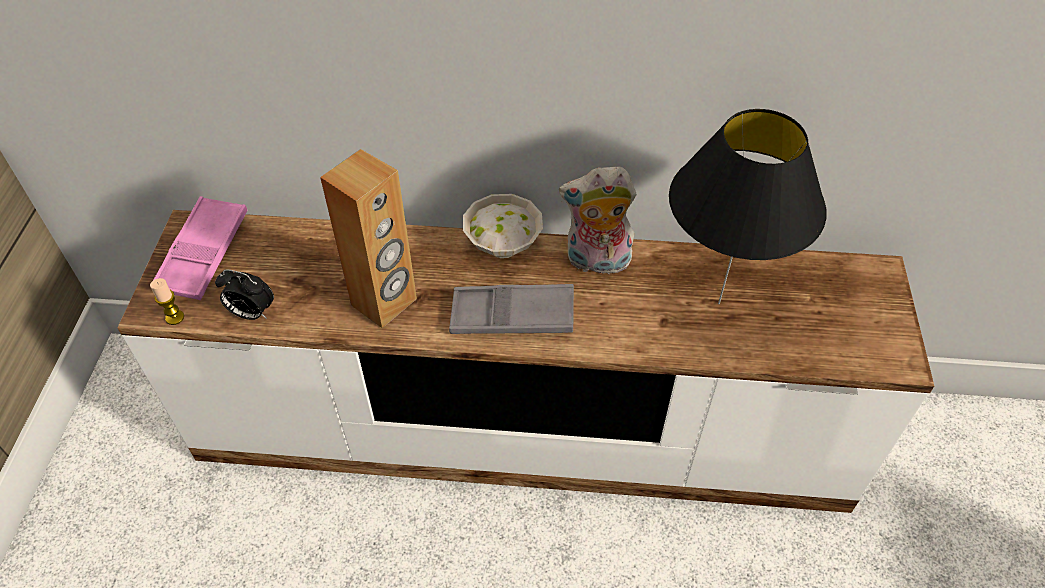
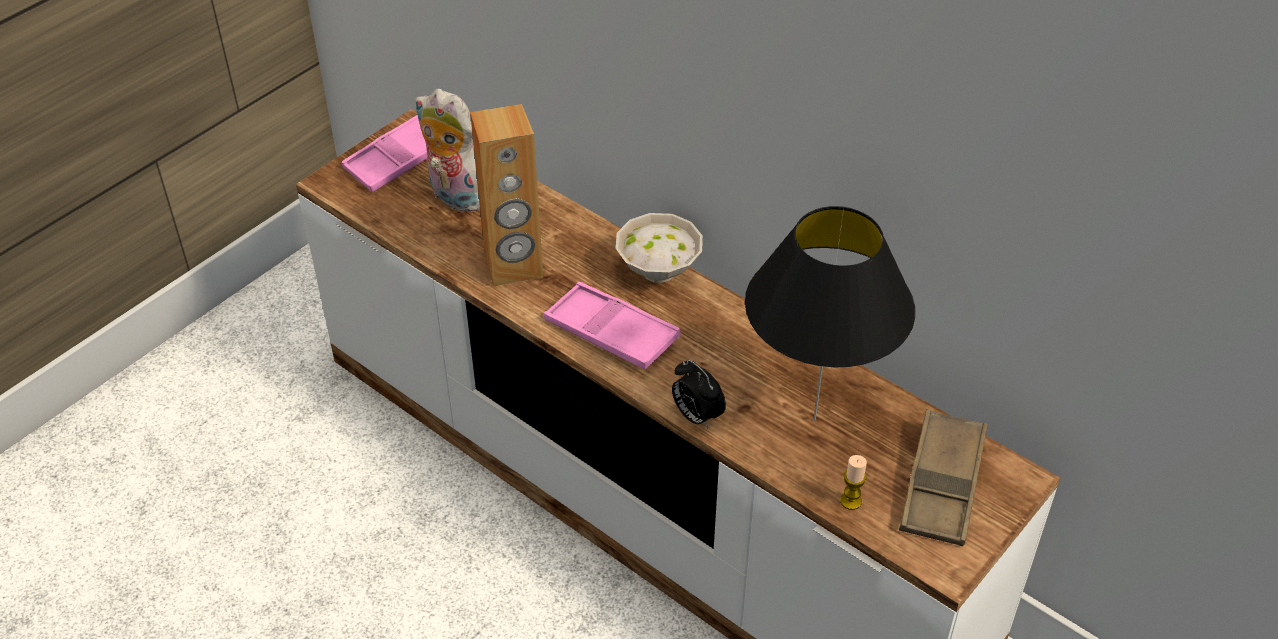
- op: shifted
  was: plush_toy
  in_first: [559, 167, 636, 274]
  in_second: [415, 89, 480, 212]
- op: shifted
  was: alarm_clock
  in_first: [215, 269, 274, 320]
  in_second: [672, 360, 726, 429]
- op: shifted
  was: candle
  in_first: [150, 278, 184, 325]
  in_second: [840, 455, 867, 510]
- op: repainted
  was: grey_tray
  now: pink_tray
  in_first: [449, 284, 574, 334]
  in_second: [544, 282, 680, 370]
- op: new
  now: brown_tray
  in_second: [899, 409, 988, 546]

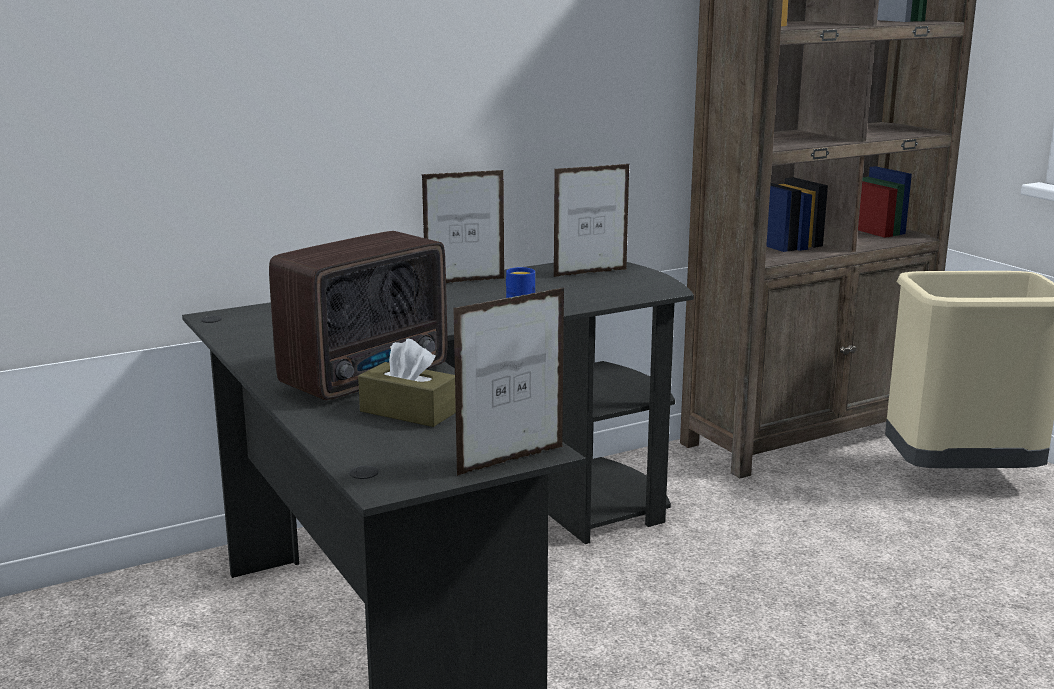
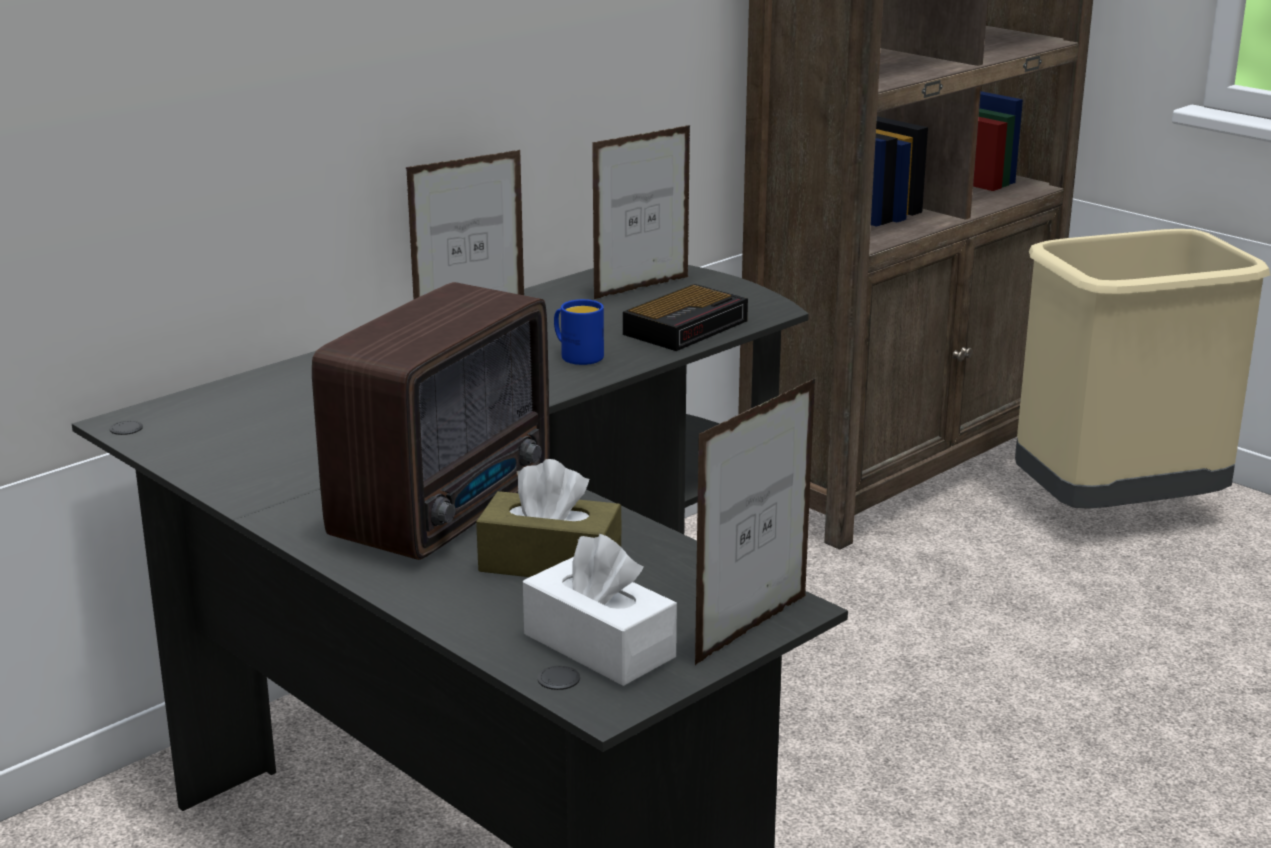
- op: new
  now: alarm_clock
  in_second: [623, 284, 748, 351]
- op: new
  now: white_tissue_box
  in_second: [523, 534, 677, 686]

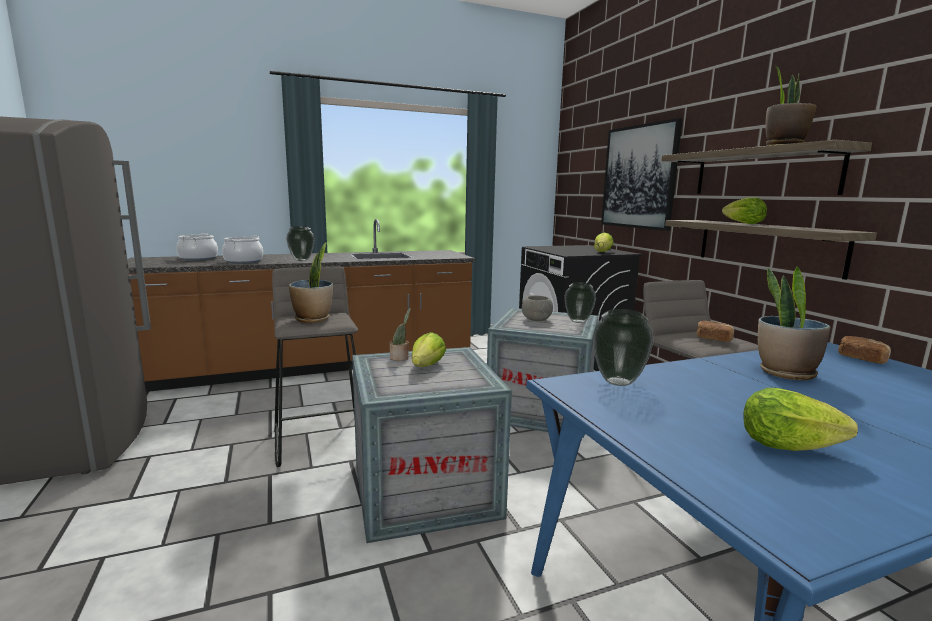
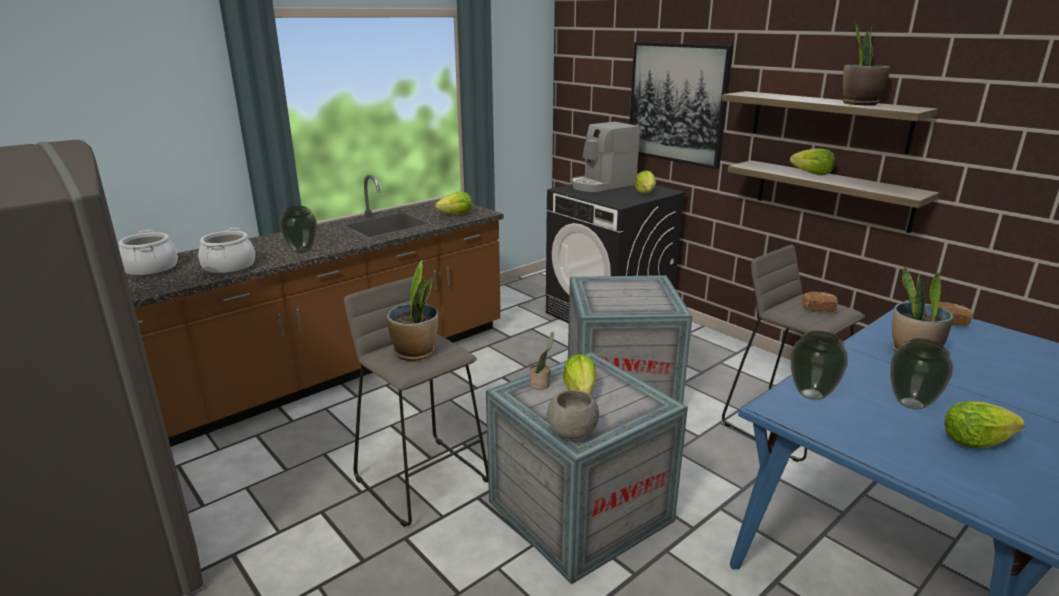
- op: shifted
  was: vase
  in_first: [564, 282, 596, 323]
  in_second: [890, 338, 953, 409]
- op: shifted
  was: grey_bowl
  in_first: [522, 295, 553, 321]
  in_second: [547, 390, 599, 439]
- op: new
  now: coffee_machine
  in_second: [572, 122, 640, 192]
- op: new
  now: lettuce
  in_second: [435, 192, 472, 214]

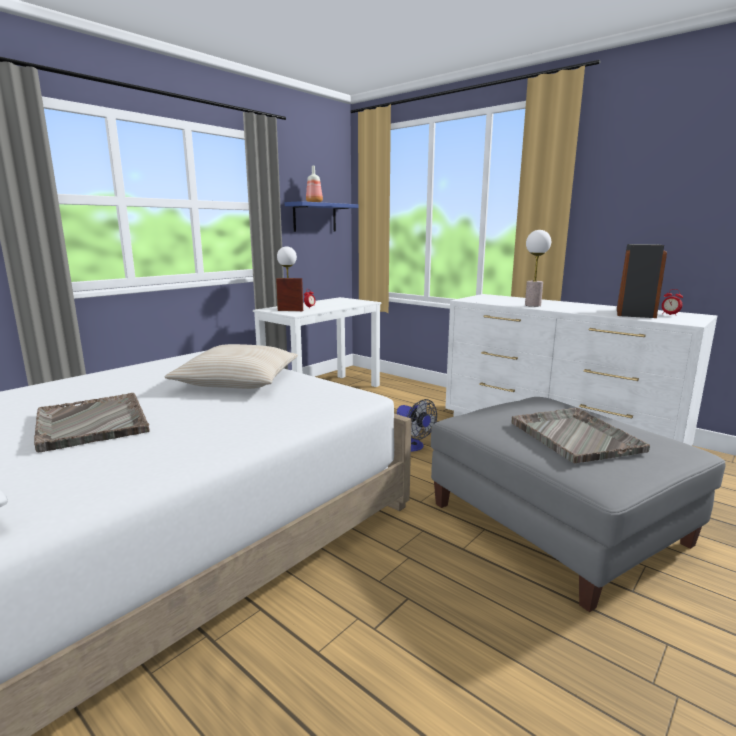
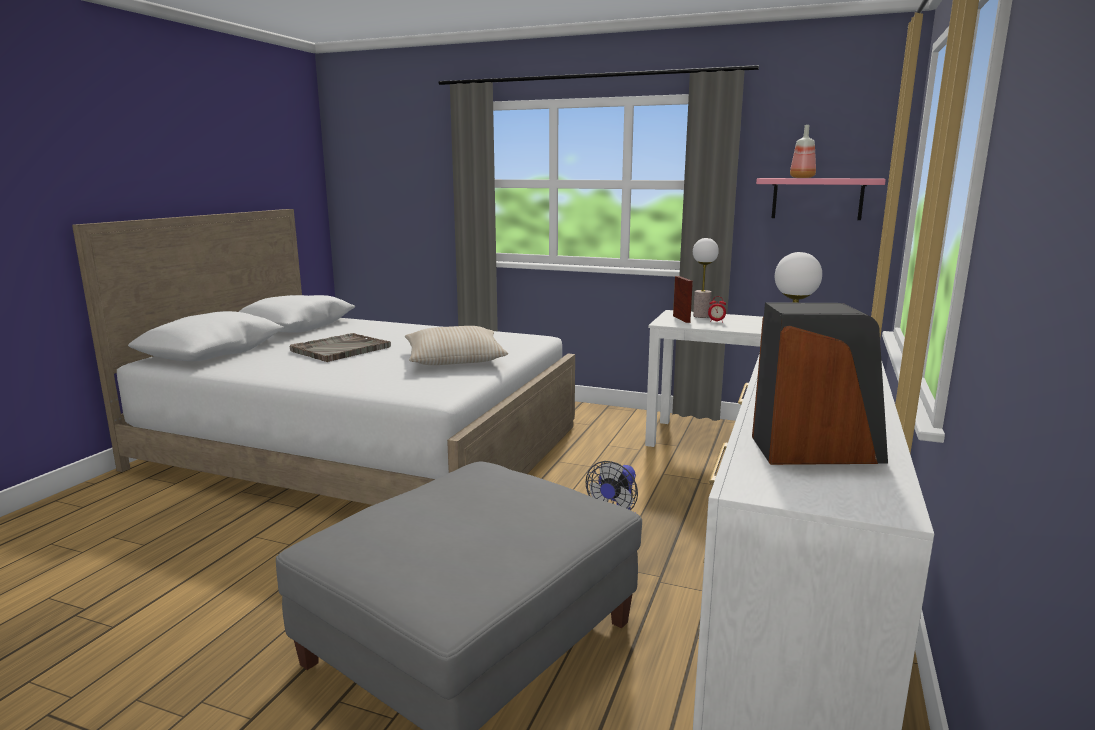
- op: repainted
  was: blue_shelf
  now: pink_shelf
  in_first: [285, 201, 358, 232]
  in_second: [756, 178, 886, 220]
- op: gone
  was: alarm_clock
  in_first: [662, 289, 683, 316]
- op: gone
  was: grey_tray
  in_first: [512, 408, 650, 463]

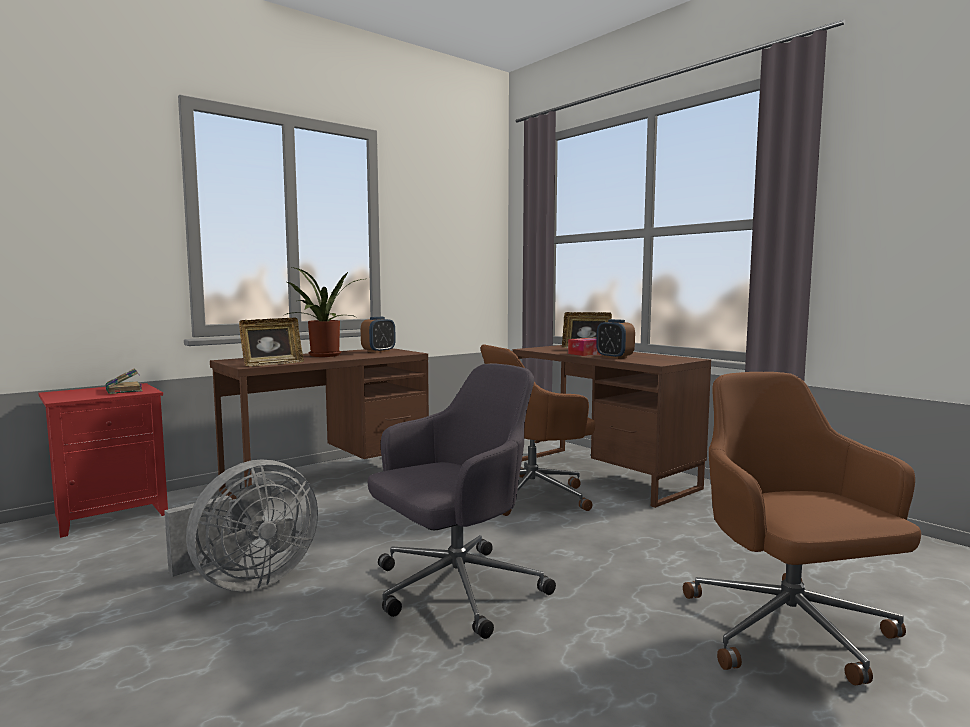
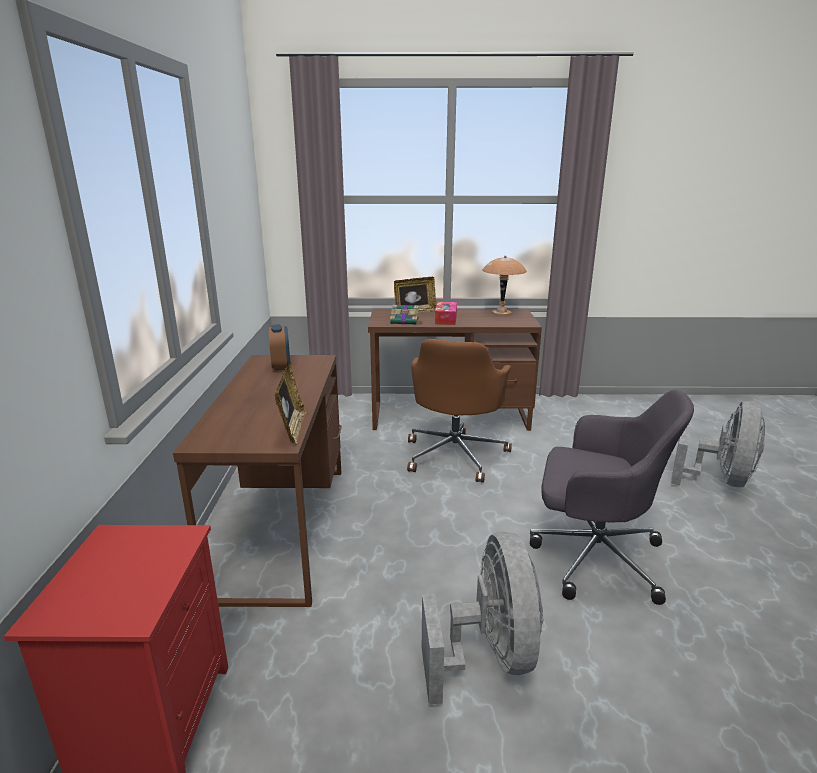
- op: gone
  was: potted_plant
  in_first: [285, 267, 363, 357]
- op: gone
  was: alarm_clock
  in_first: [596, 319, 635, 359]
- op: rotated
  was: grey_office_chair
  in_first: [368, 364, 556, 639]
  in_second: [530, 390, 694, 605]
  clockwise: 105
- op: shifted
  was: book
  in_first: [105, 368, 143, 394]
  in_second: [390, 305, 423, 325]
- op: swapped
  was: brown_office_chair
  now: grey_fan
  in_first: [683, 372, 921, 685]
  in_second: [671, 401, 765, 487]
- op: new
  now: brown_table_lamp
  in_second: [482, 256, 527, 315]

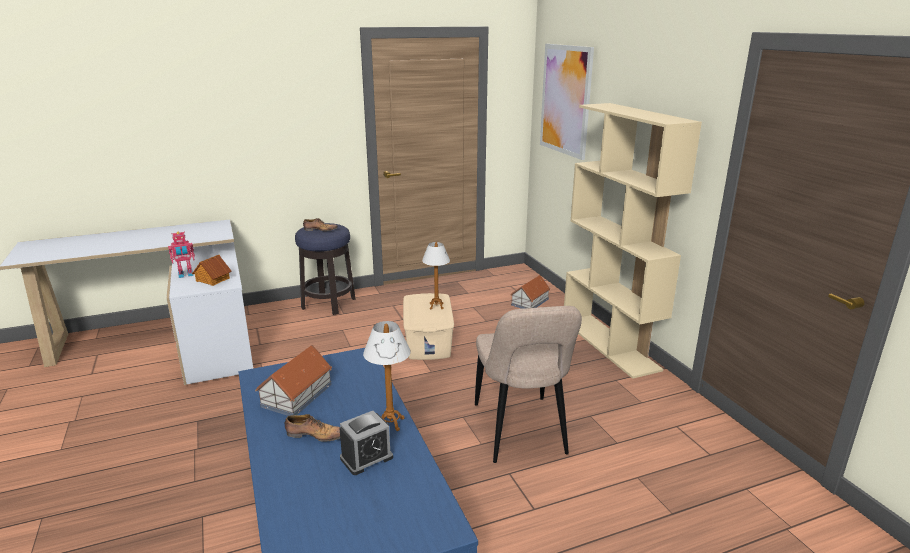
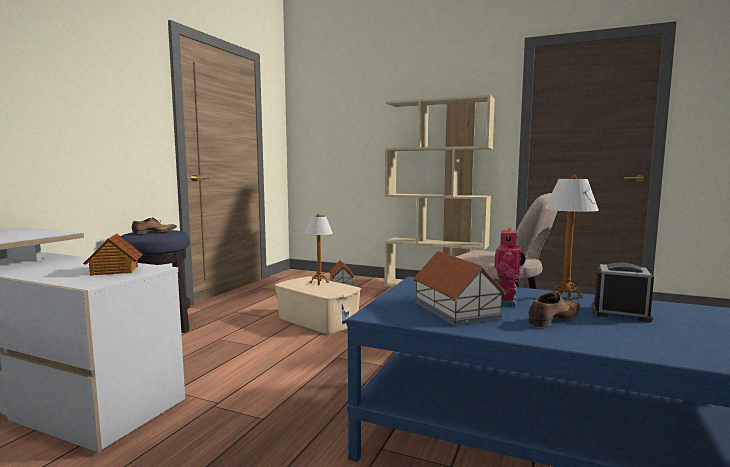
- op: gone
  was: picture
  in_first: [540, 44, 594, 160]
- op: shifted
  was: toy_robot
  in_first: [168, 232, 195, 278]
  in_second: [495, 227, 525, 307]
- op: rotated
  was: alarm_clock
  in_first: [339, 411, 393, 475]
  in_second: [592, 263, 654, 322]
  clockwise: -75

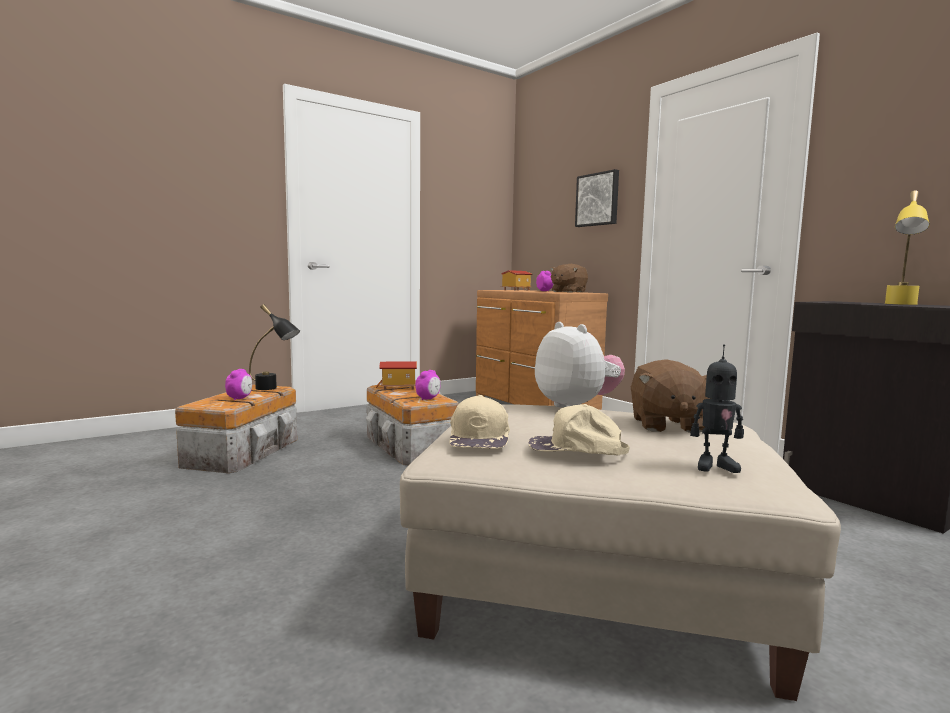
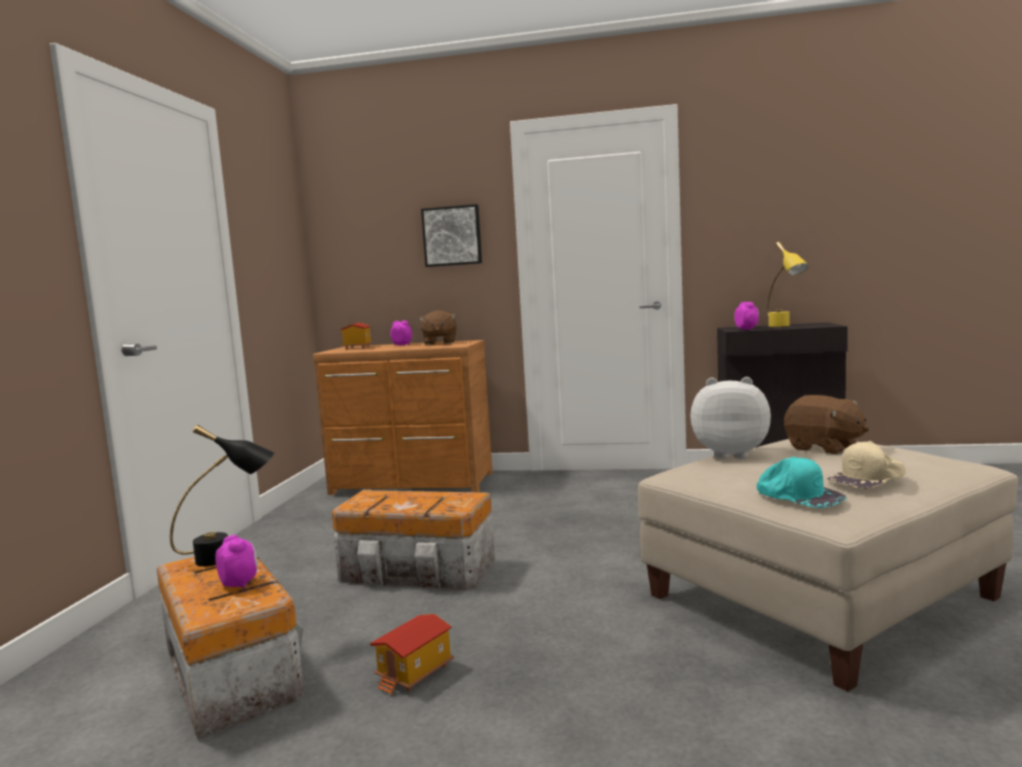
- op: gone
  was: toy_robot
  in_first: [690, 344, 744, 473]
- op: shifted
  was: toy_house
  in_first: [376, 362, 417, 390]
  in_second: [370, 614, 454, 695]
- op: shifted
  was: alarm_clock
  in_first: [415, 370, 440, 400]
  in_second: [734, 302, 759, 330]
- op: repainted
  was: beige_cap
  now: turquoise_cap
  in_first: [450, 395, 510, 449]
  in_second: [757, 457, 847, 508]

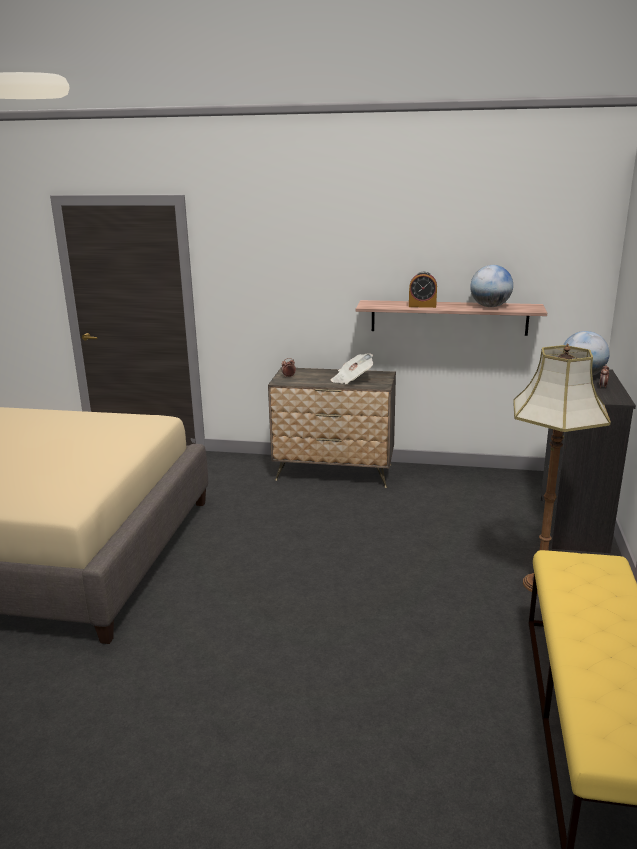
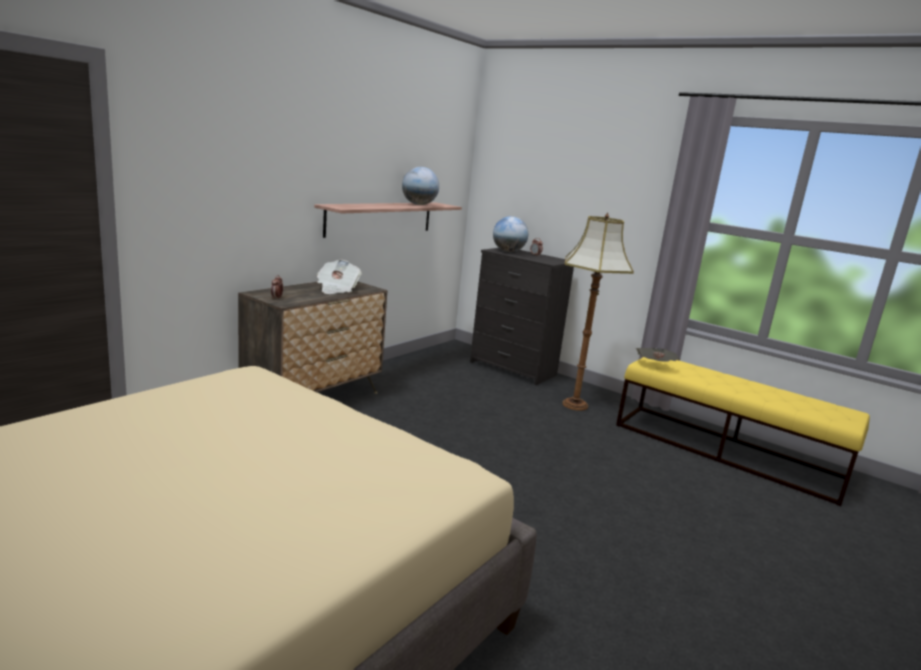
- op: gone
  was: alarm_clock
  in_first: [409, 272, 437, 308]
- op: new
  now: newspaper
  in_second: [636, 348, 680, 362]

